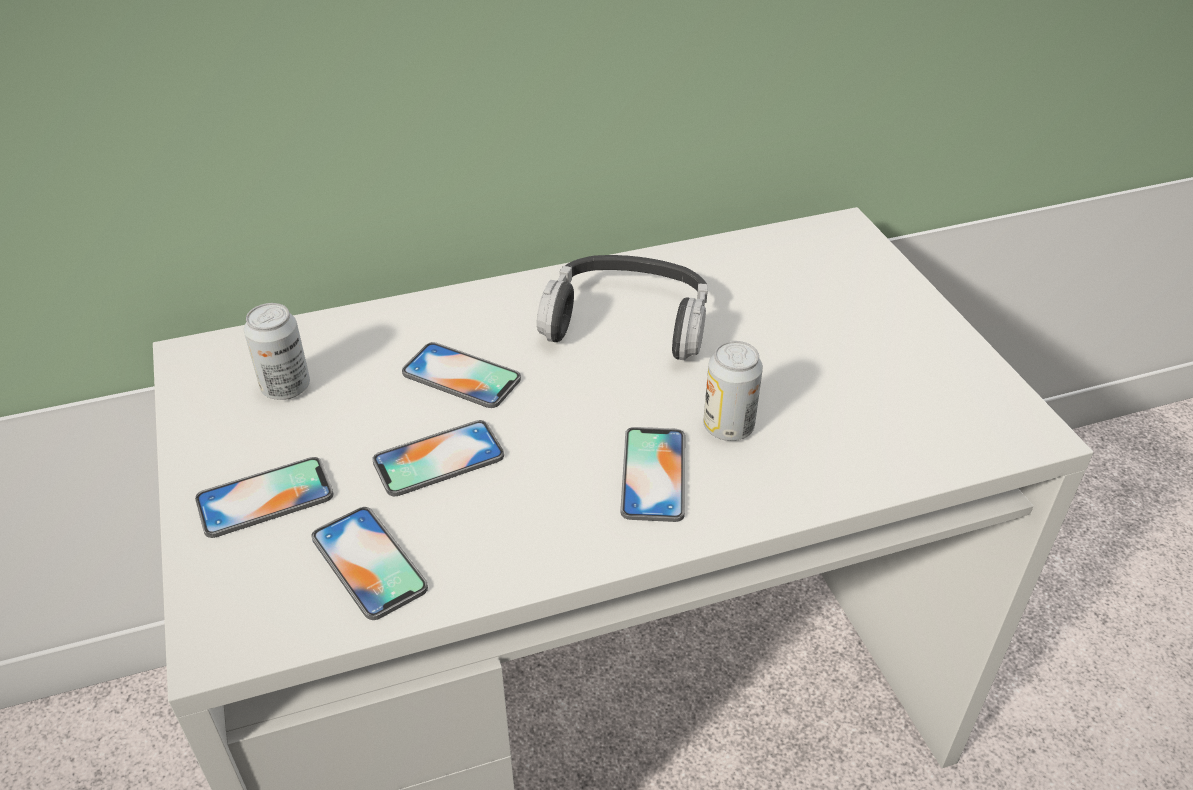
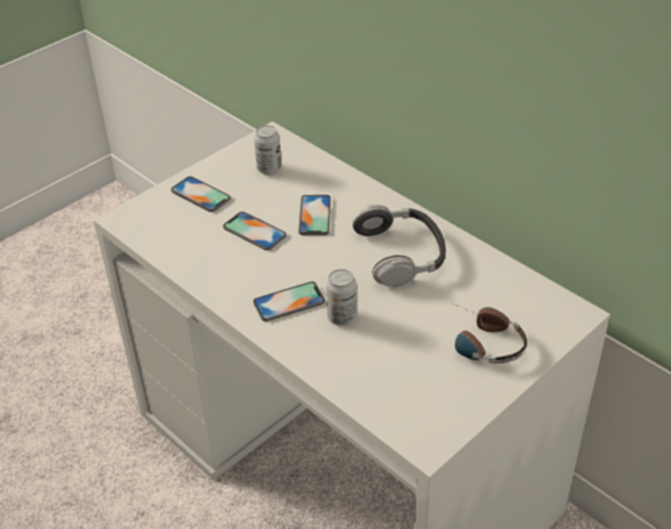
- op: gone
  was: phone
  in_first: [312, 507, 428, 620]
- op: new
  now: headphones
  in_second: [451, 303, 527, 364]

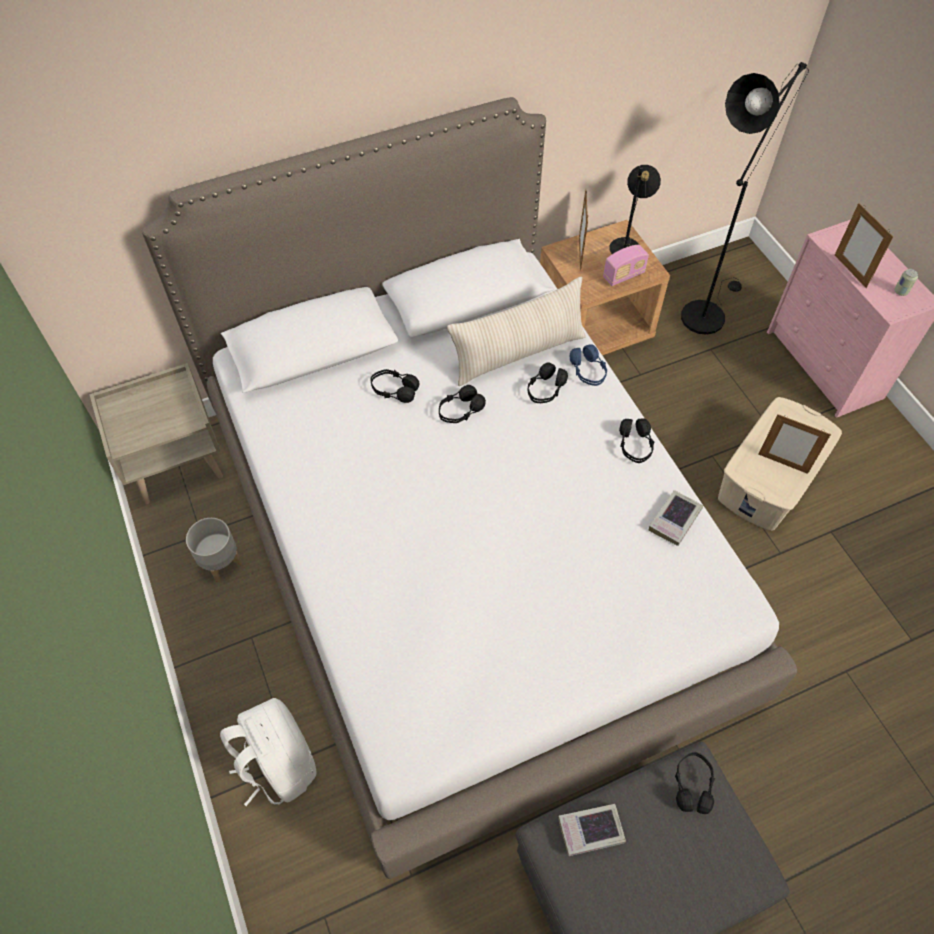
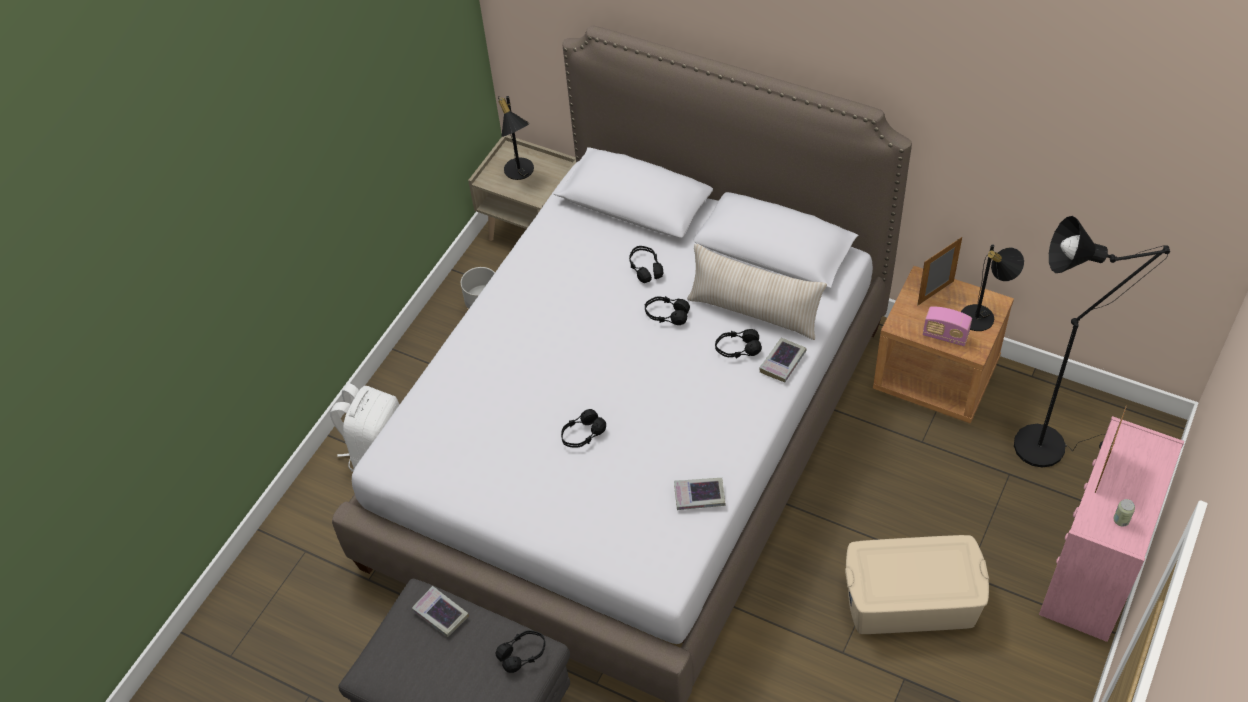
- op: swapped
  was: blue_headphones
  now: book
  in_first: [570, 344, 607, 386]
  in_second: [759, 338, 806, 382]
- op: gone
  was: picture_frame
  in_first: [759, 414, 831, 474]
- op: shifted
  was: black_headphones
  in_first: [619, 418, 654, 463]
  in_second: [561, 409, 606, 447]
- op: new
  now: black_table_lamp
  in_second: [498, 96, 534, 180]

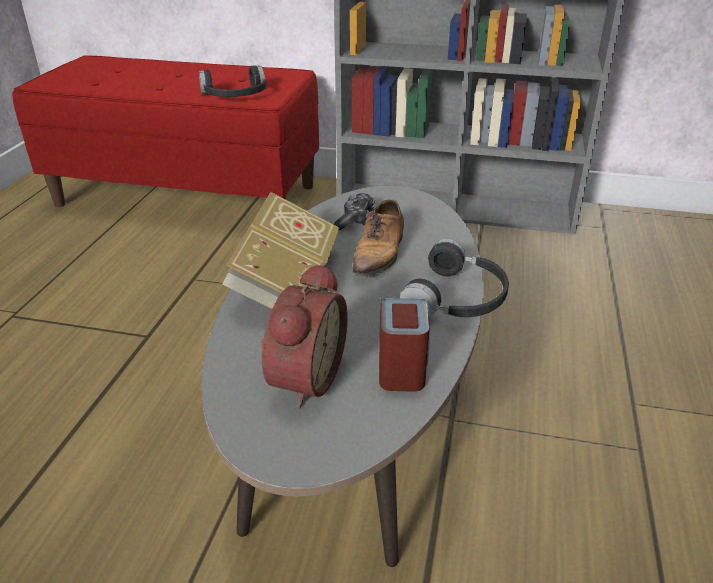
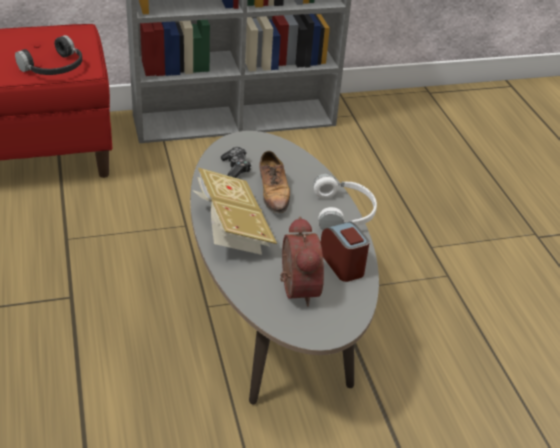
- op: repainted
  was: black_headphones
  now: white_headphones
  in_first: [400, 239, 509, 318]
  in_second: [313, 174, 377, 231]

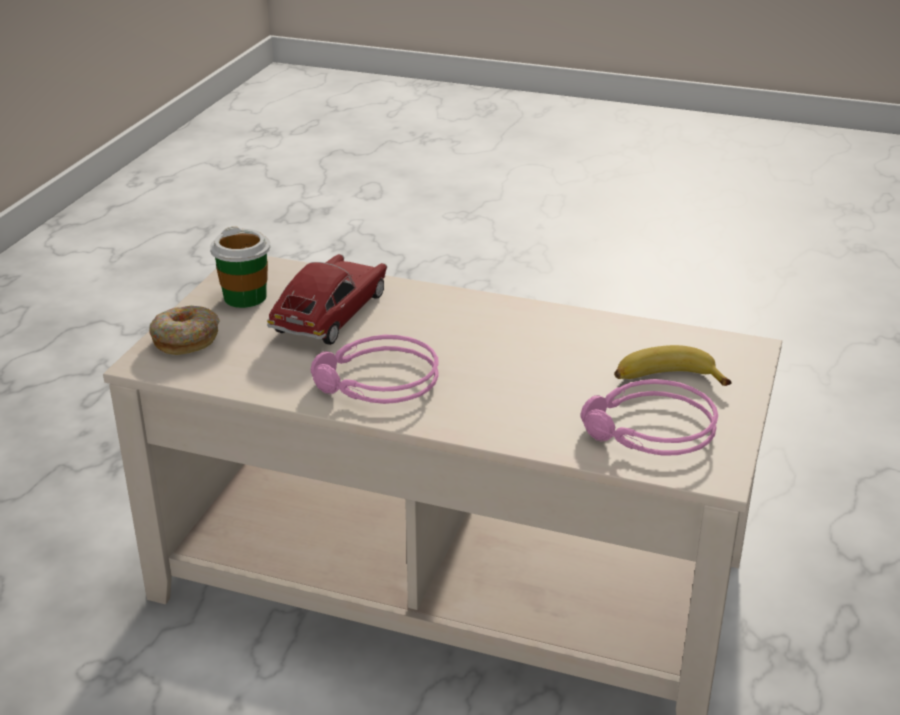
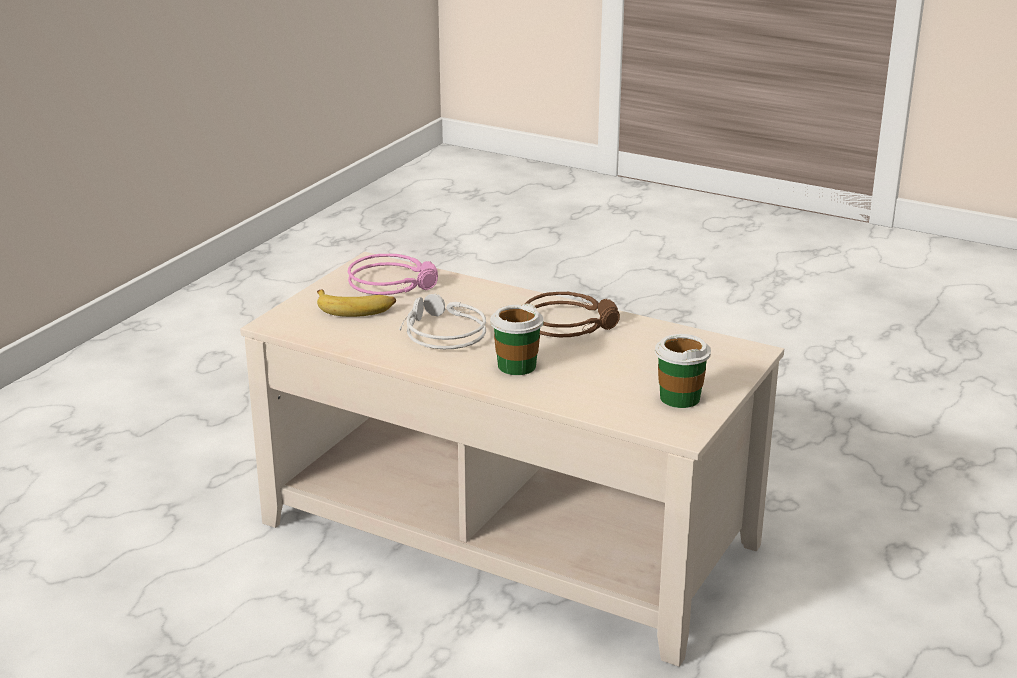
- op: gone
  was: toy_car
  in_first: [267, 254, 387, 345]
- op: gone
  was: donut
  in_first: [149, 306, 220, 355]
- op: repainted
  was: pink_headphones
  now: brown_headphones
  in_first: [310, 335, 439, 404]
  in_second: [525, 292, 620, 337]
- op: new
  now: grey_headphones
  in_second: [399, 293, 486, 349]
- op: new
  now: cup
  in_second: [490, 303, 544, 375]

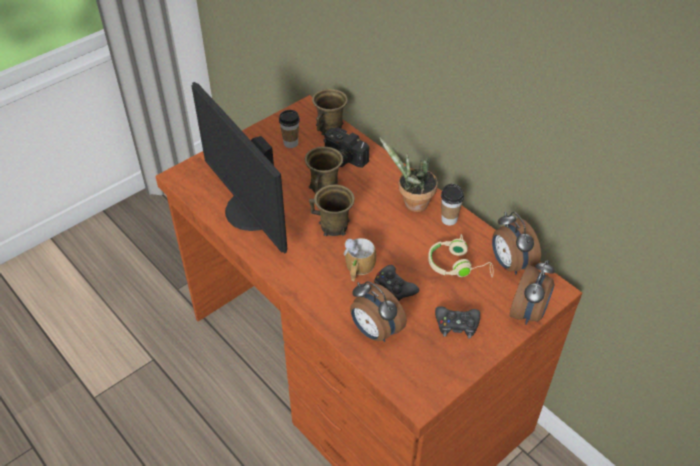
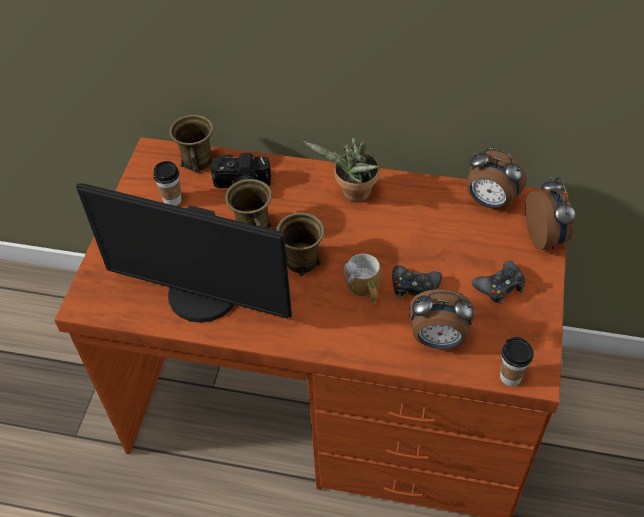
- op: shifted
  was: cup
  in_first: [441, 184, 464, 226]
  in_second: [500, 337, 533, 386]
- op: gone
  was: beige_headphones
  in_first: [428, 234, 493, 277]

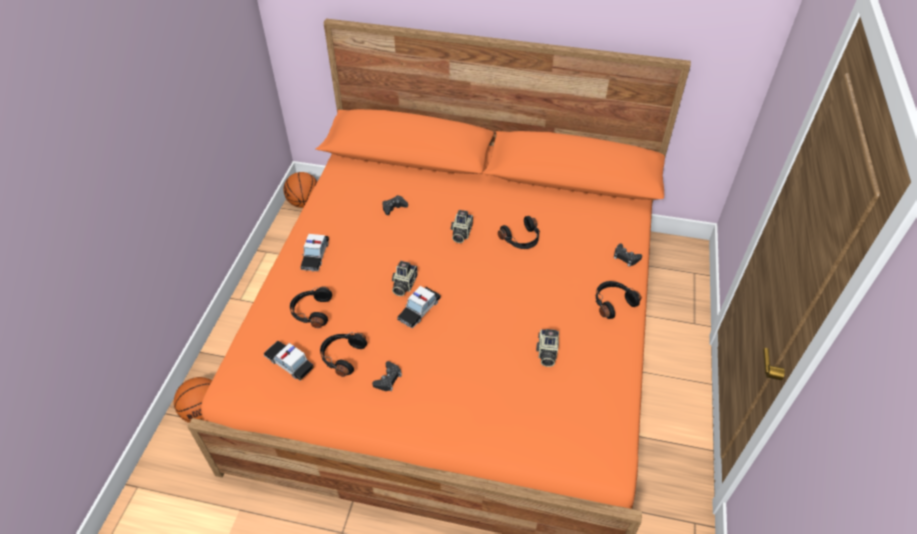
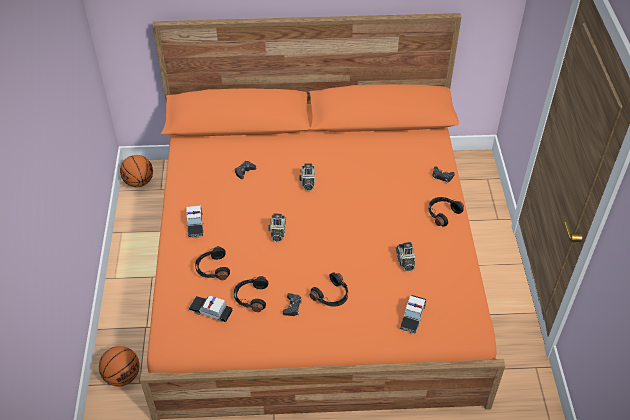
- op: shifted
  was: black_headphones
  in_first: [498, 216, 540, 249]
  in_second: [310, 272, 348, 307]
- op: shifted
  was: toy_car
  in_first: [397, 286, 441, 329]
  in_second: [400, 295, 427, 334]

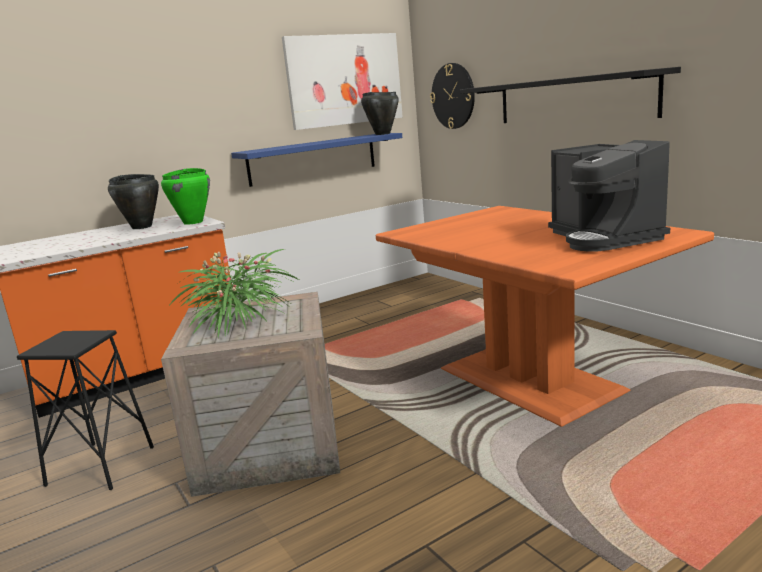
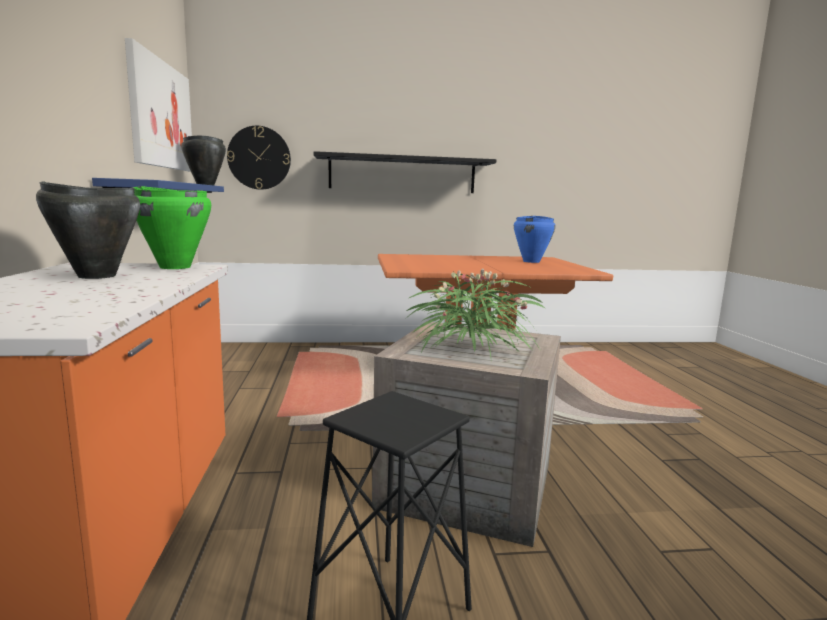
- op: swapped
  was: coffee_machine
  now: blue_cooking_pot
  in_first: [548, 140, 670, 252]
  in_second: [514, 216, 556, 263]

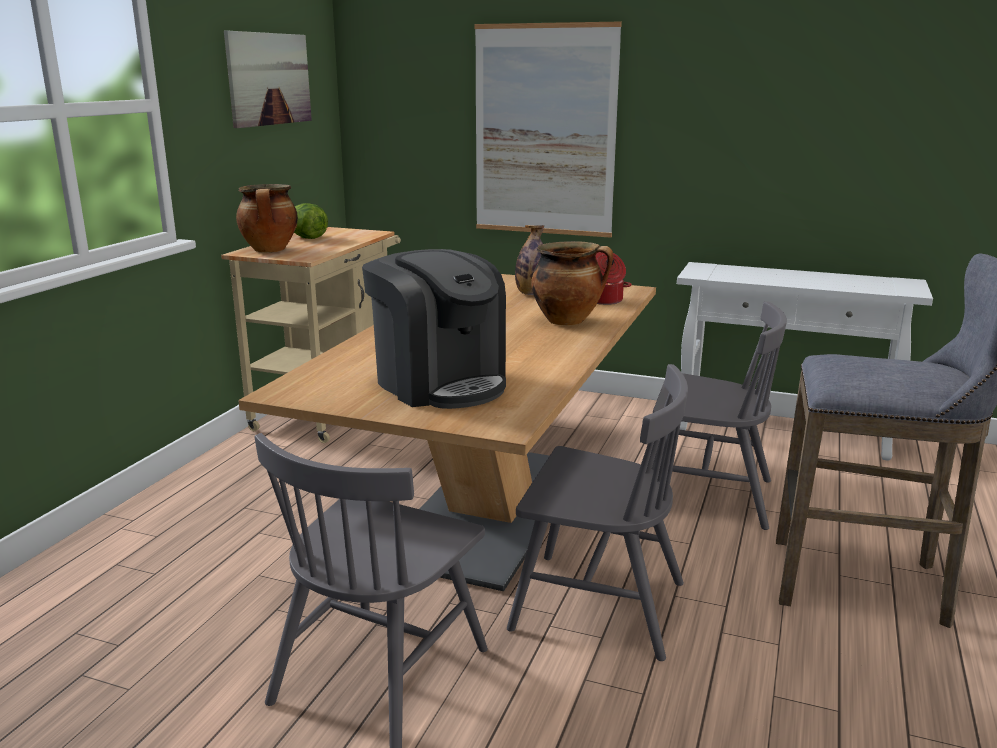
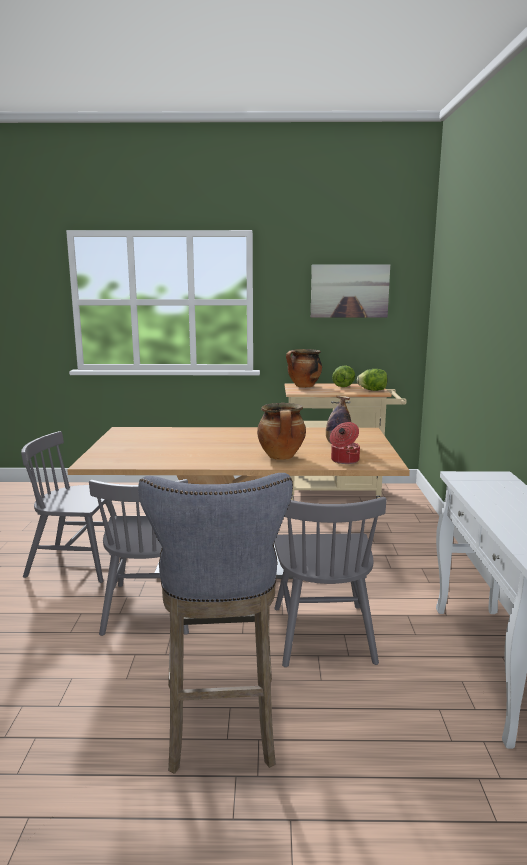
- op: gone
  was: picture
  in_first: [475, 22, 622, 238]
- op: gone
  was: coffee_machine
  in_first: [362, 249, 506, 409]
- op: new
  now: lettuce
  in_second: [357, 369, 387, 391]

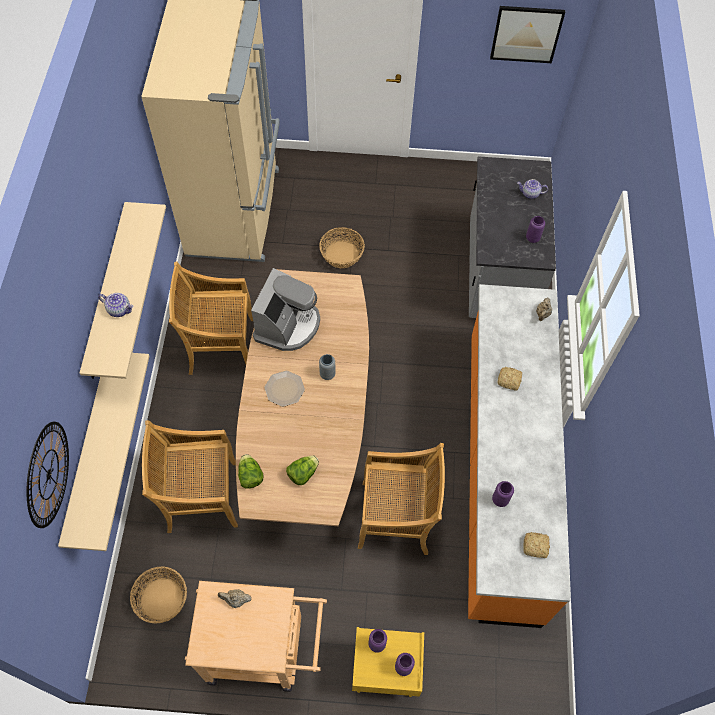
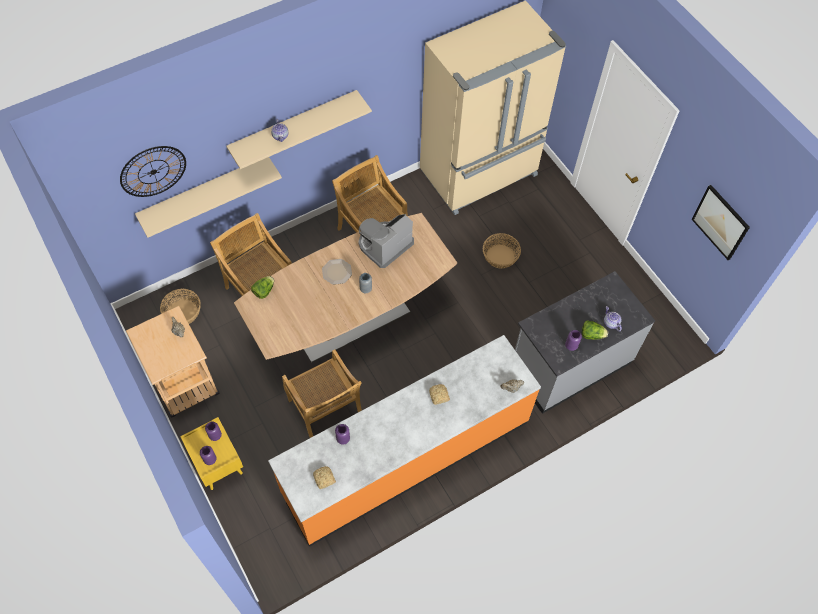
- op: rotated
  was: coffee_machine
  in_first: [251, 268, 320, 351]
  in_second: [358, 214, 414, 268]
  clockwise: 150
- op: shifted
  was: lettuce
  in_first: [286, 455, 319, 485]
  in_second: [582, 320, 608, 339]

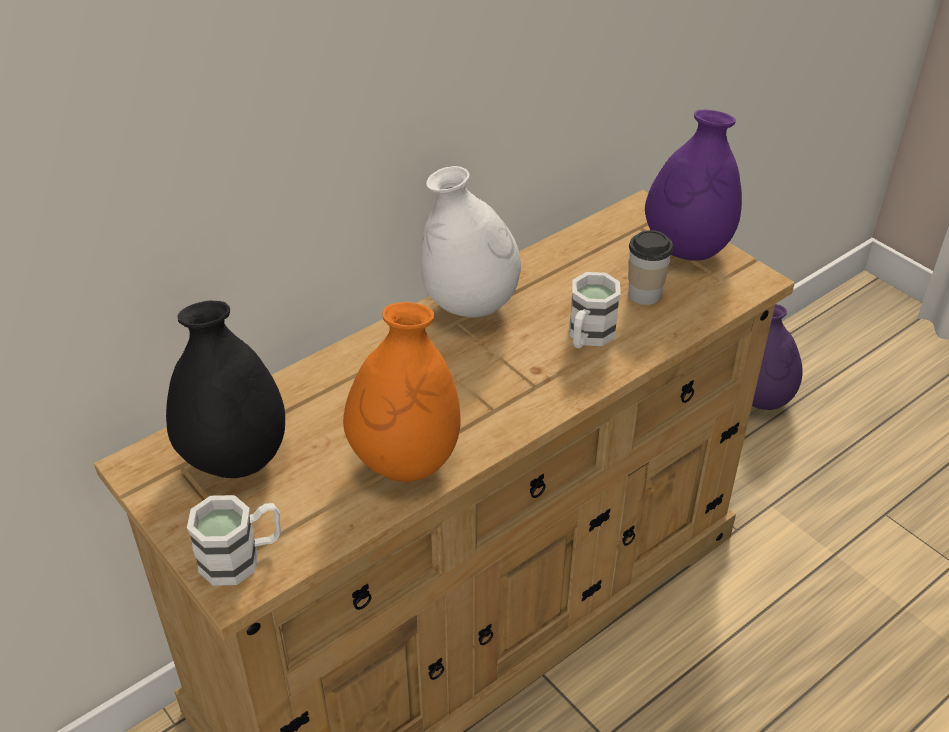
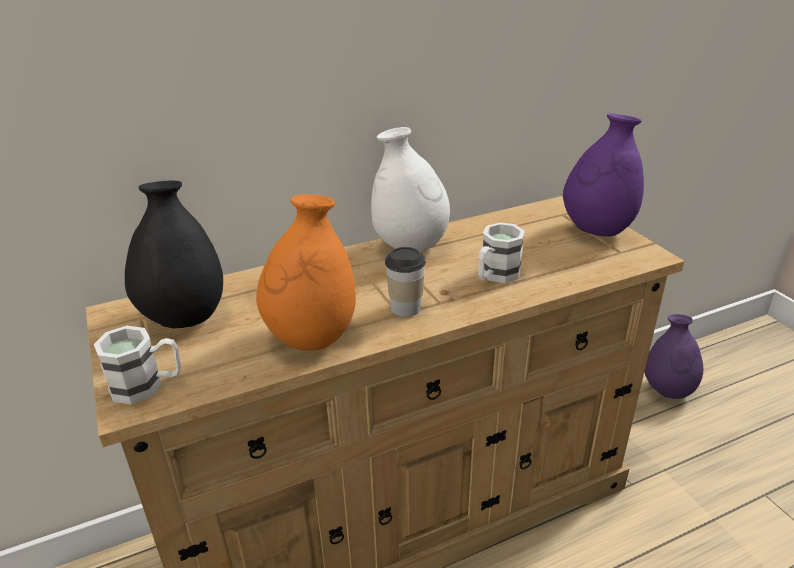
- op: shifted
  was: cup
  in_first: [628, 230, 673, 305]
  in_second: [385, 247, 426, 317]

